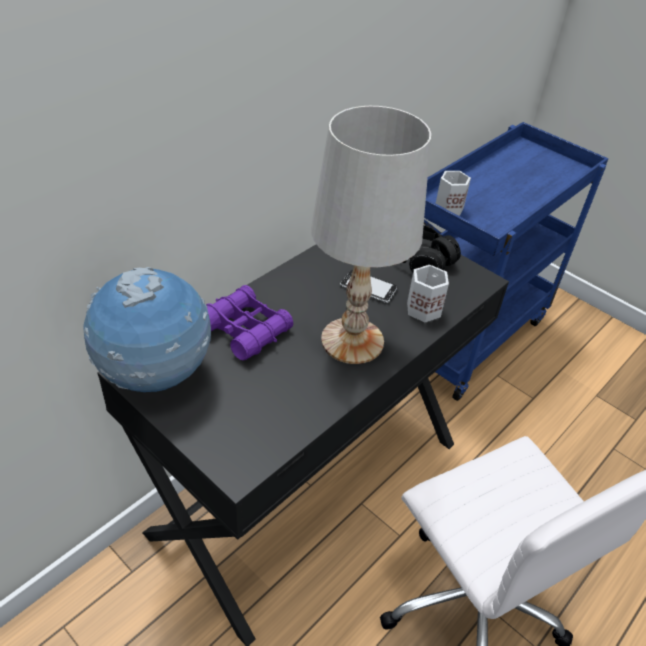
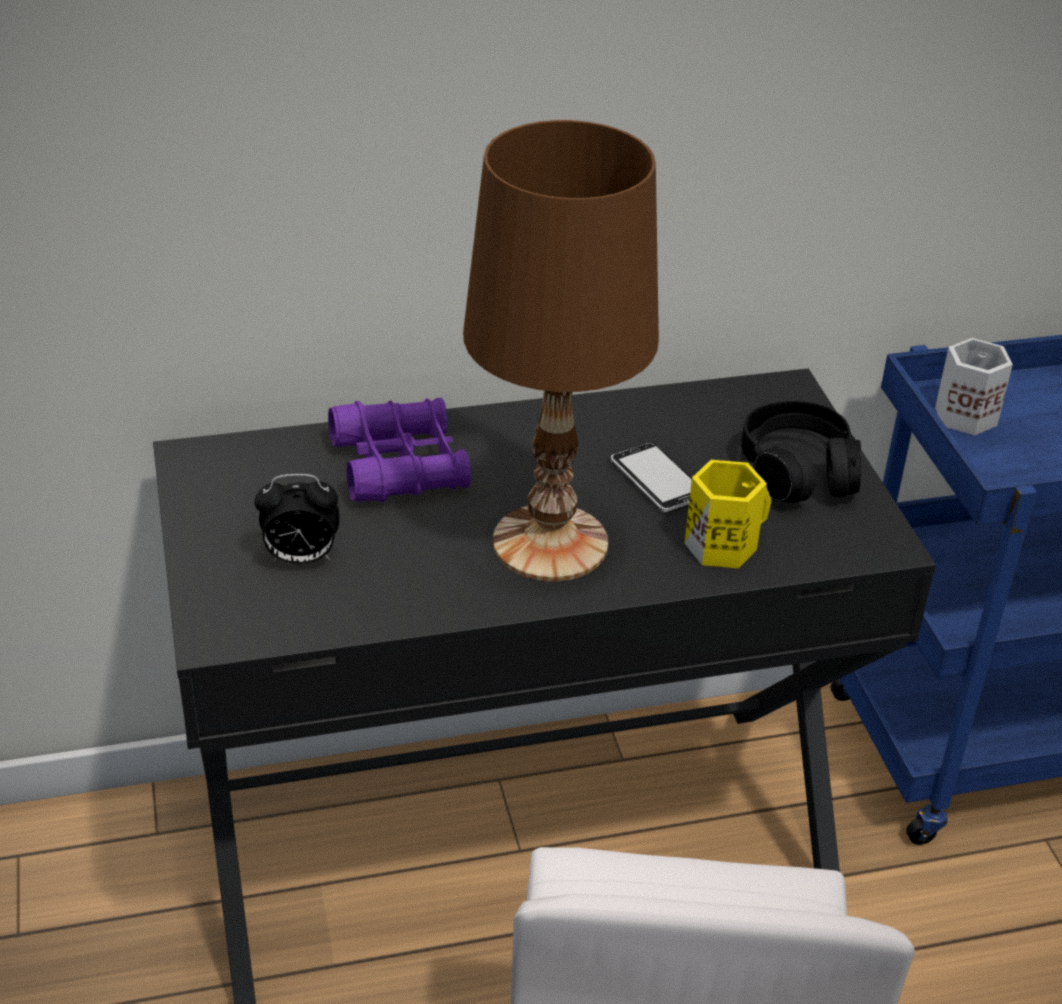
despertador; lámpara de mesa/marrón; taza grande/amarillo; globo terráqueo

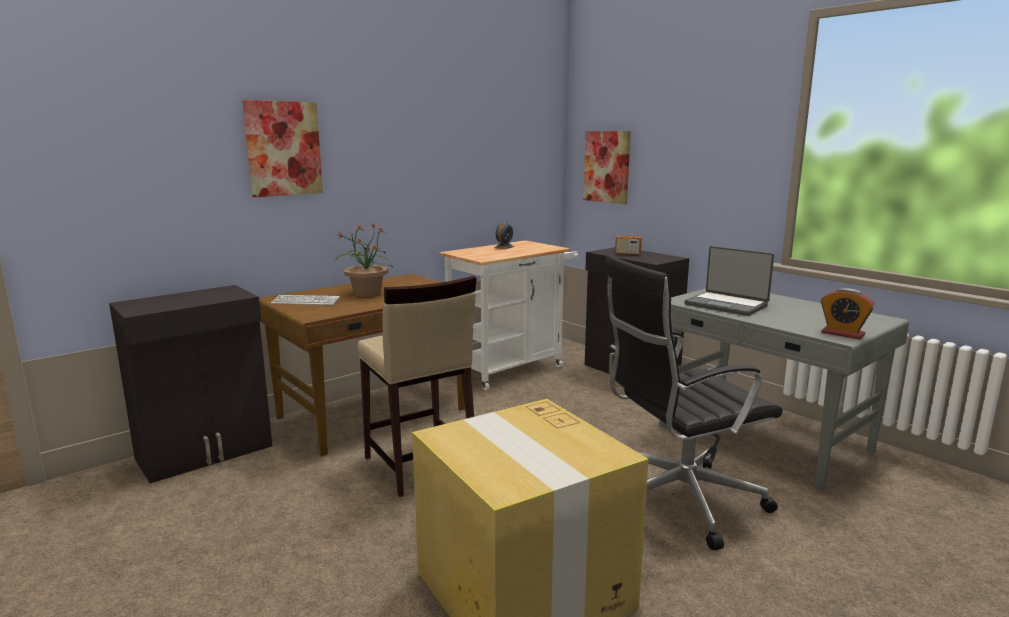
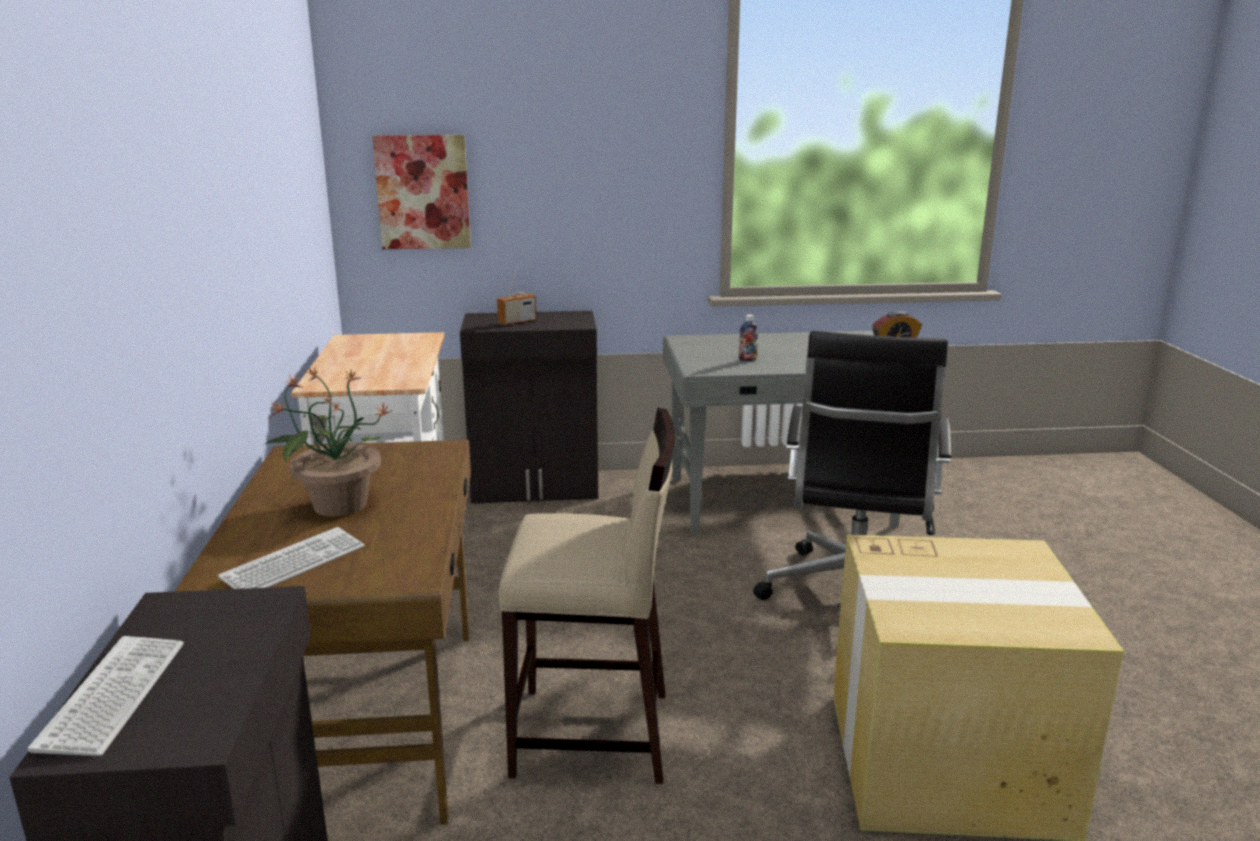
teclado (no. 1 from left); botella; cuadro (no. 1 from left in the first image); despertador (no. 1 from left in the first image)

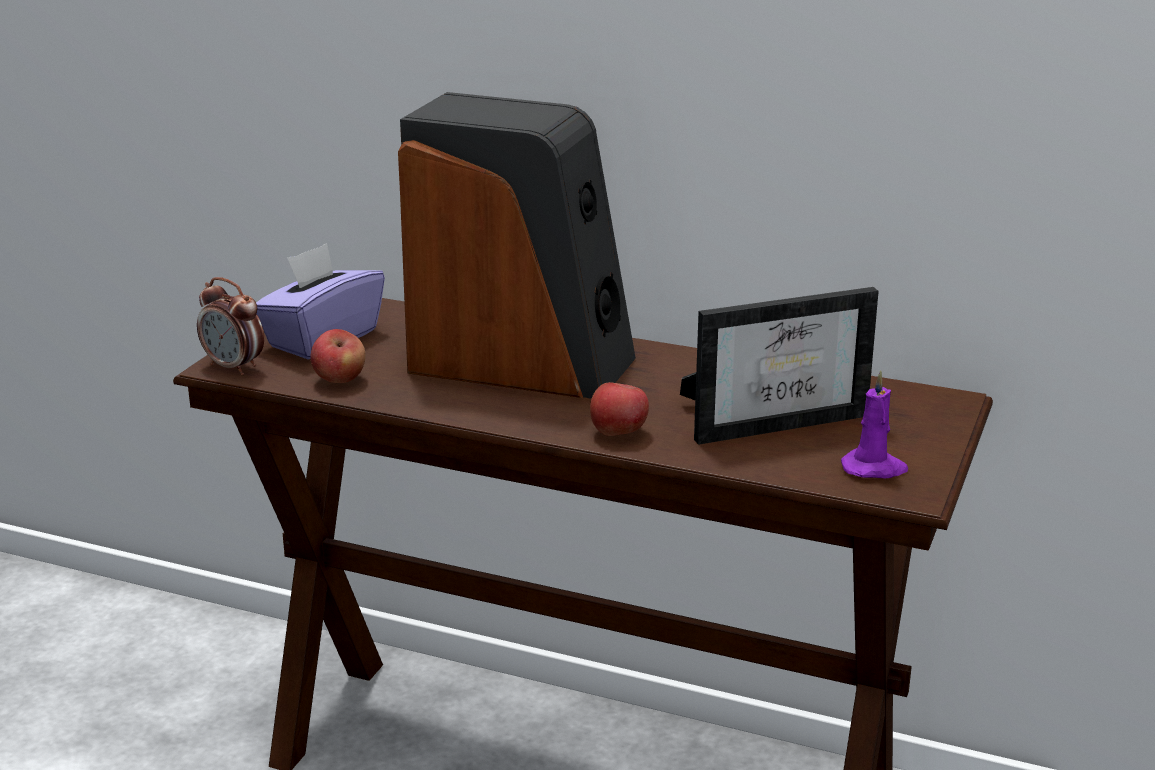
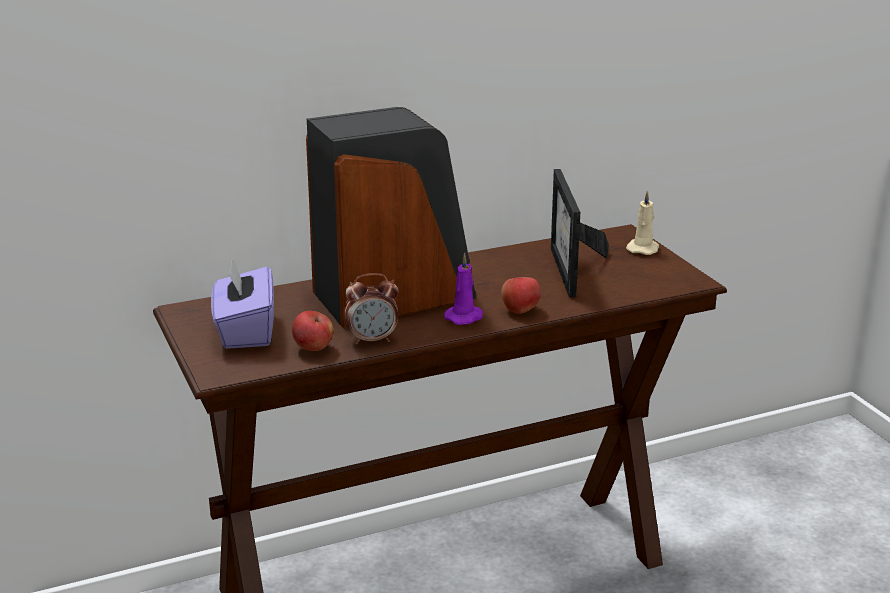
despertador; vela/morado; portarretratos; vela/beis

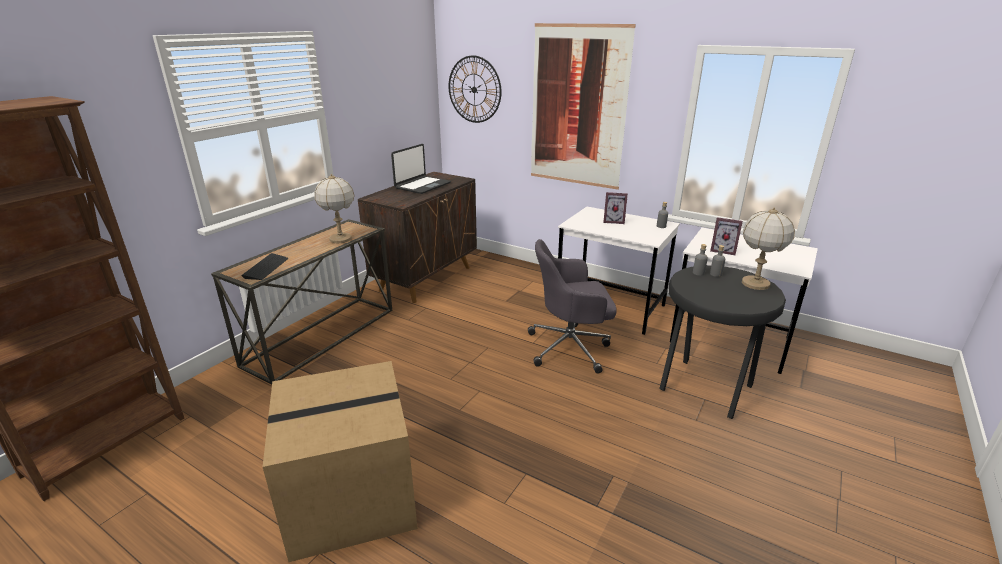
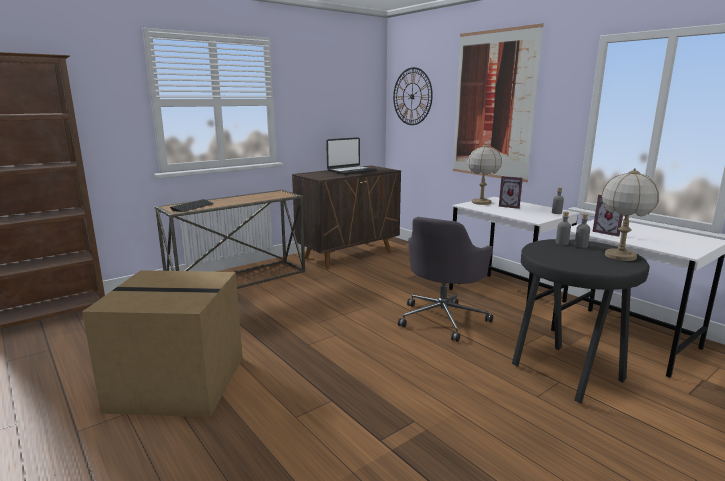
silla de oficina/gris; lámpara de mesa (no. 1 from left)

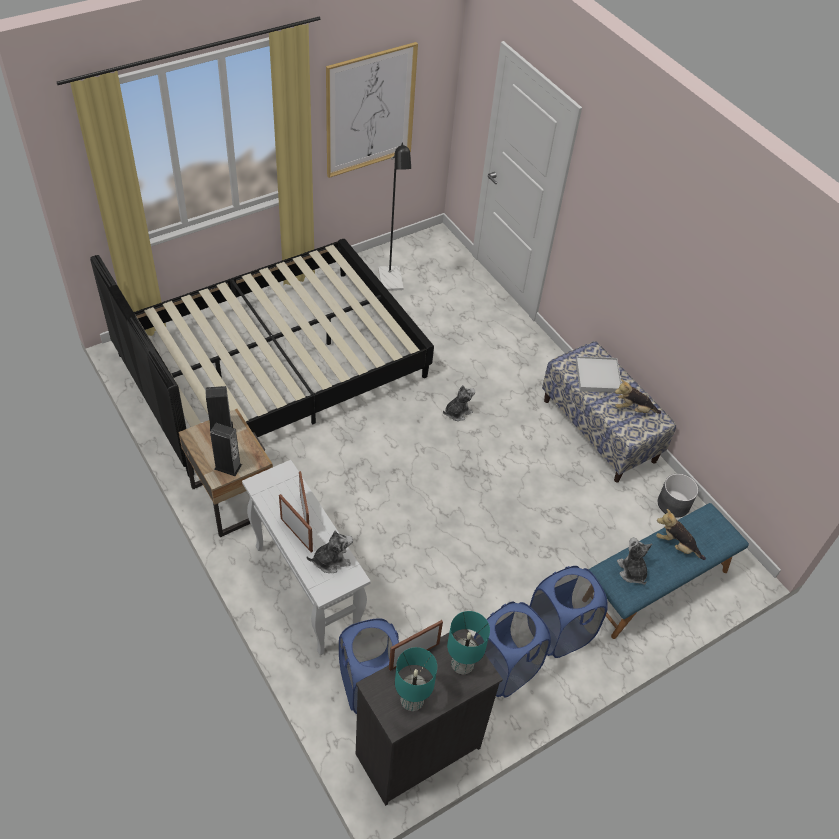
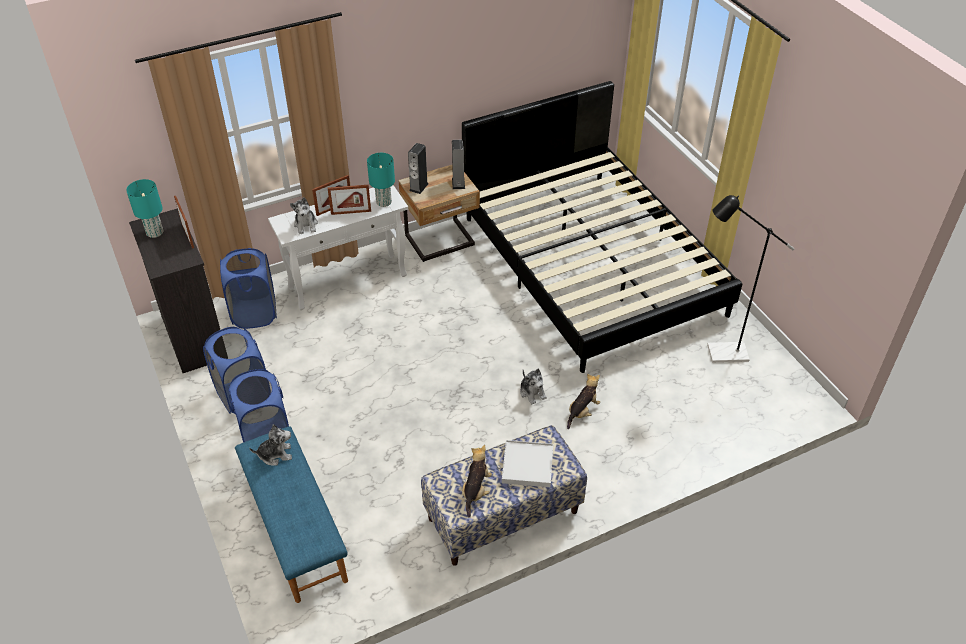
lámpara de mesa/turquesa (no. 2 from left); peluche (no. 5 from left); cuadro; maceta/gris

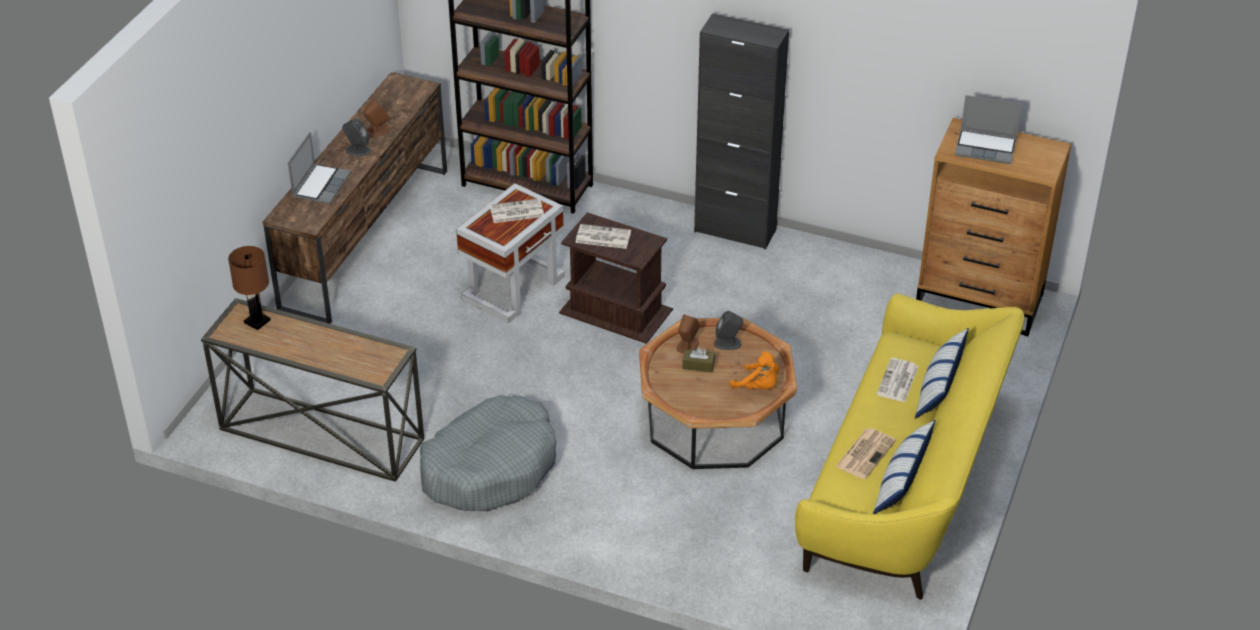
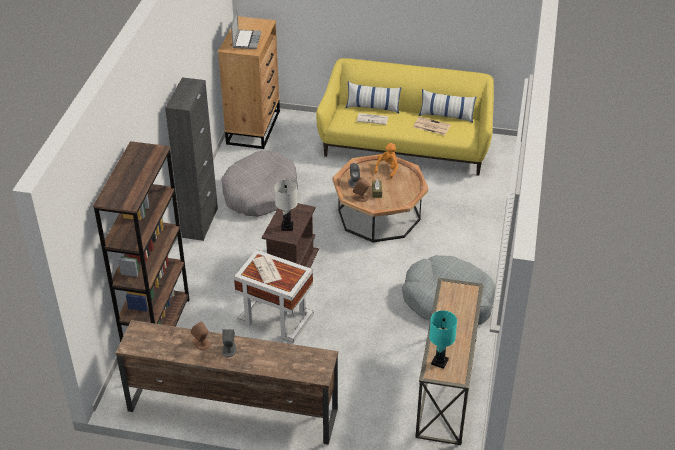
cama para perro/gris (no. 1 from left); lámpara de mesa/blanco; lámpara de mesa/turquesa; portátil (no. 1 from left in the first image)

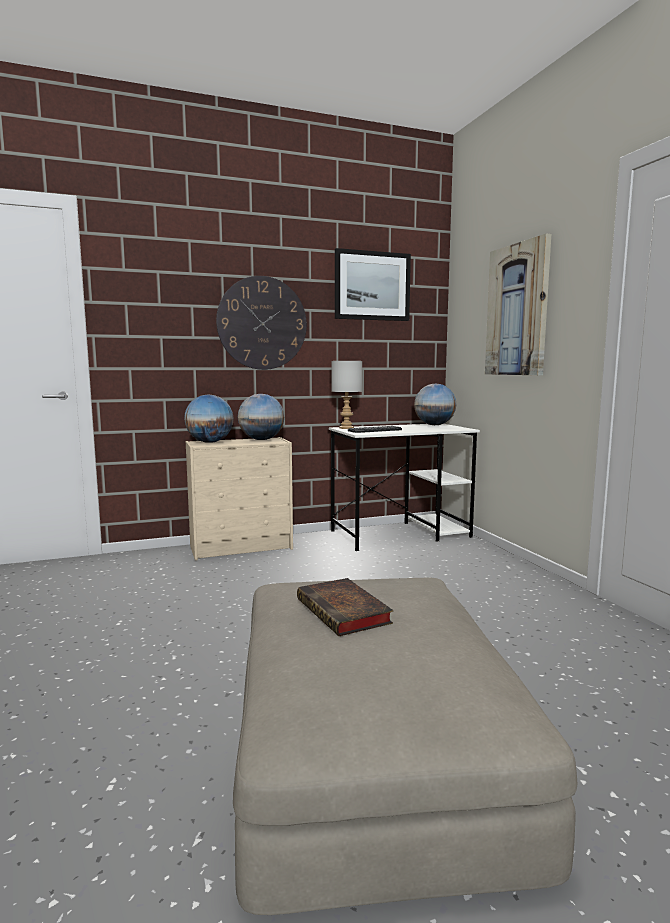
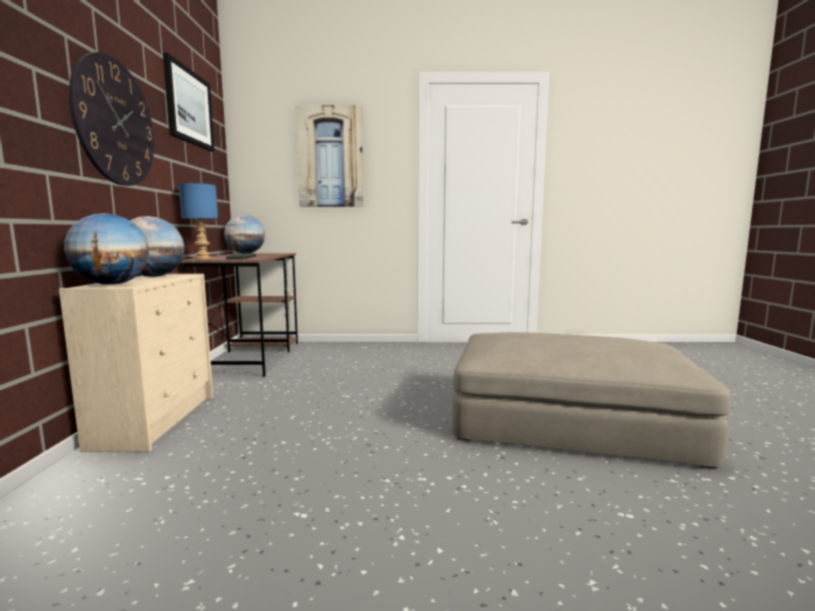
lámpara de mesa/azul; escritorio/marrón; libro

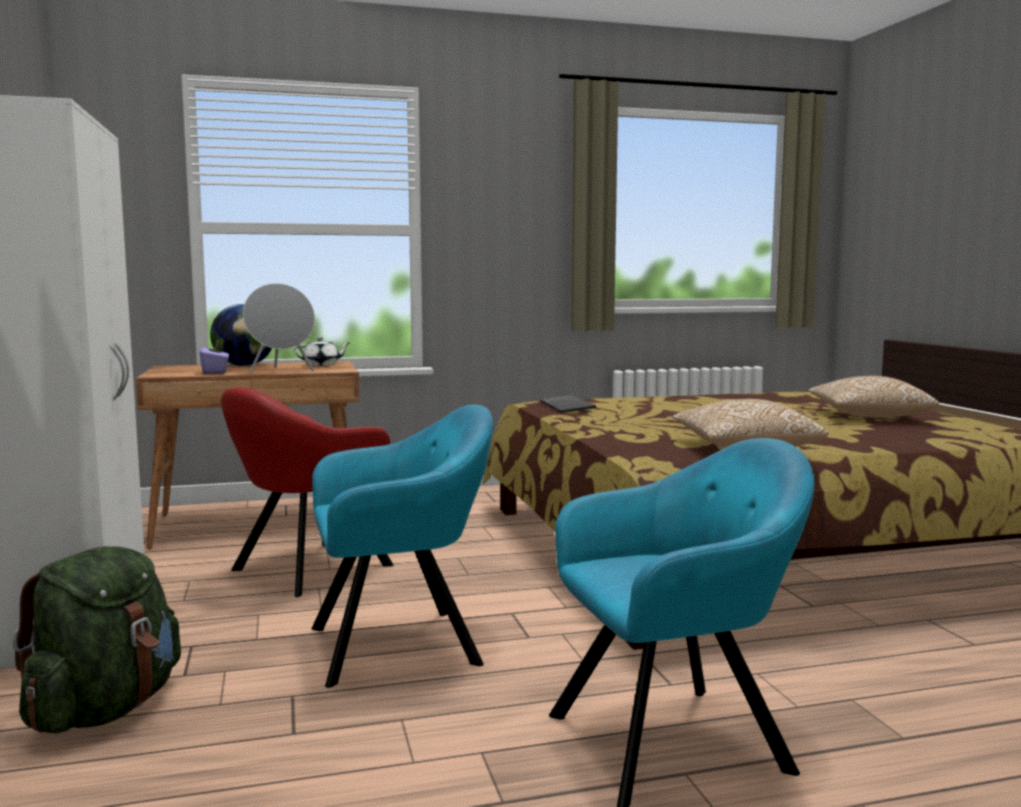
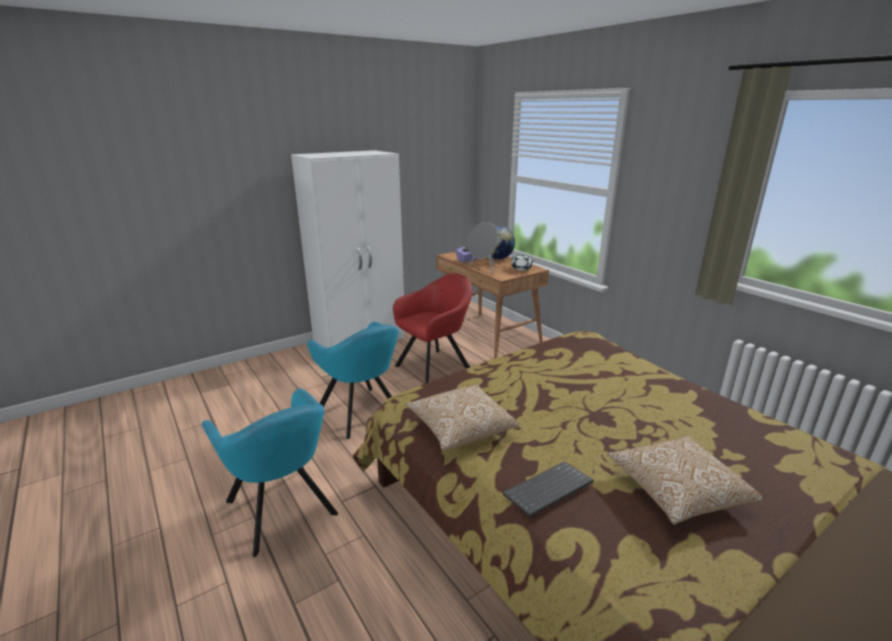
sillón/rojo; teclado; mochila/verde

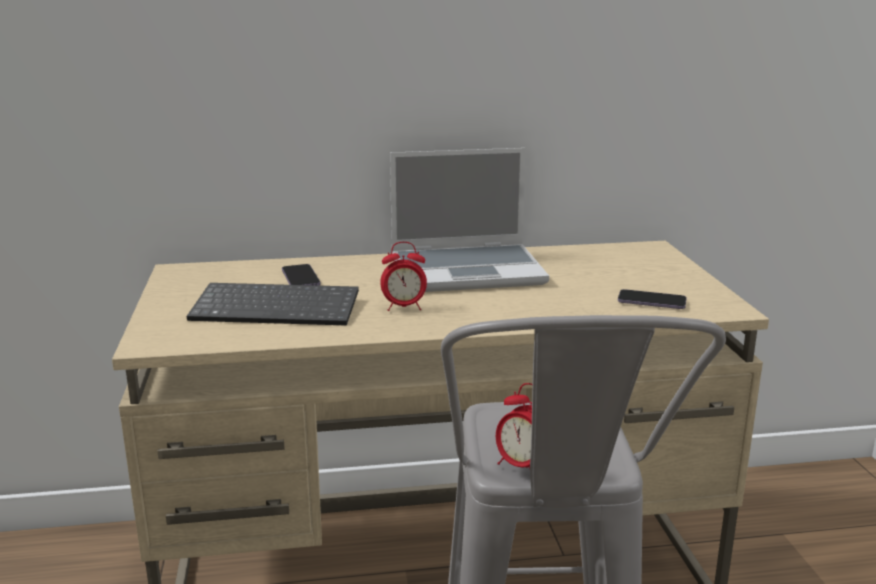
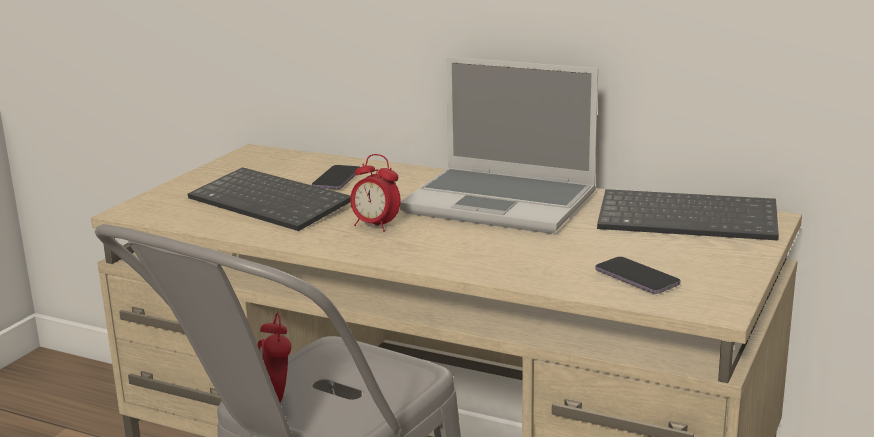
teclado (no. 2 from left)

